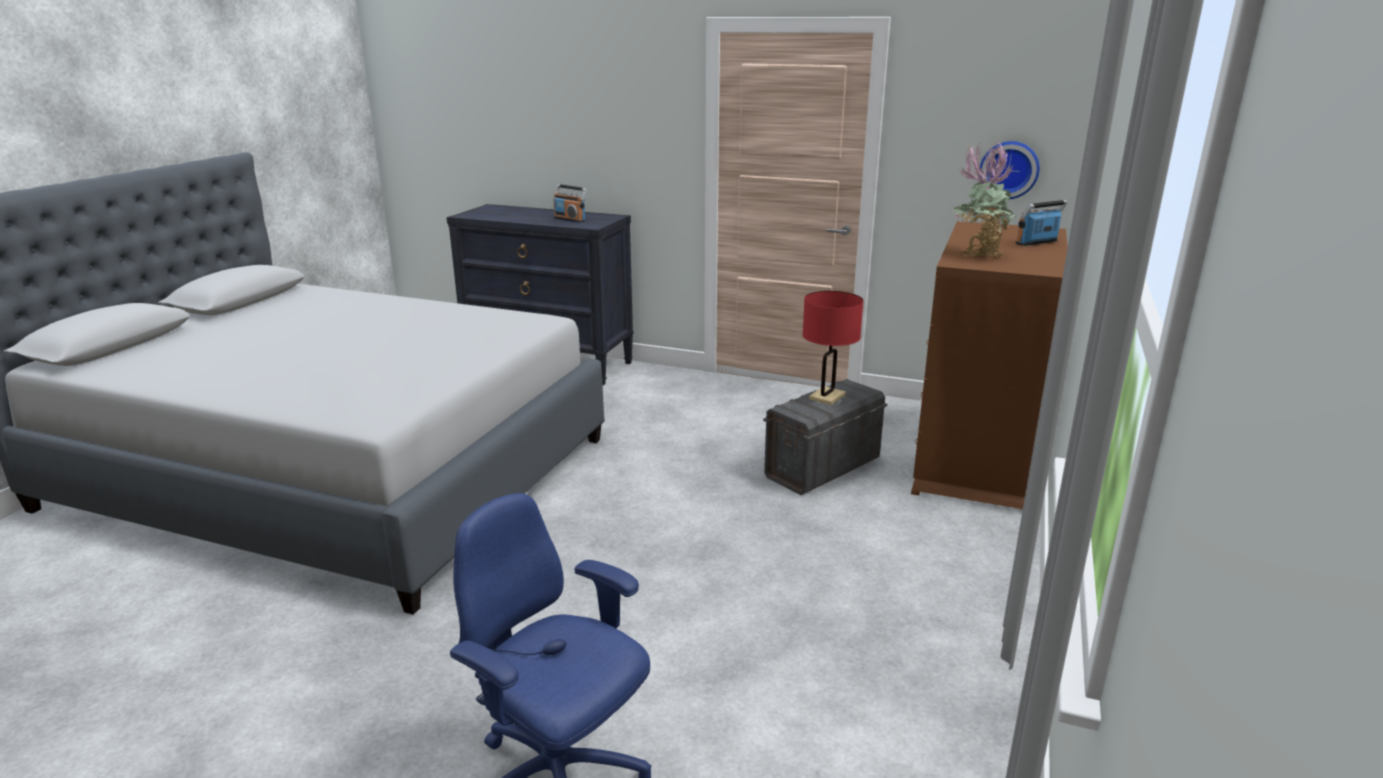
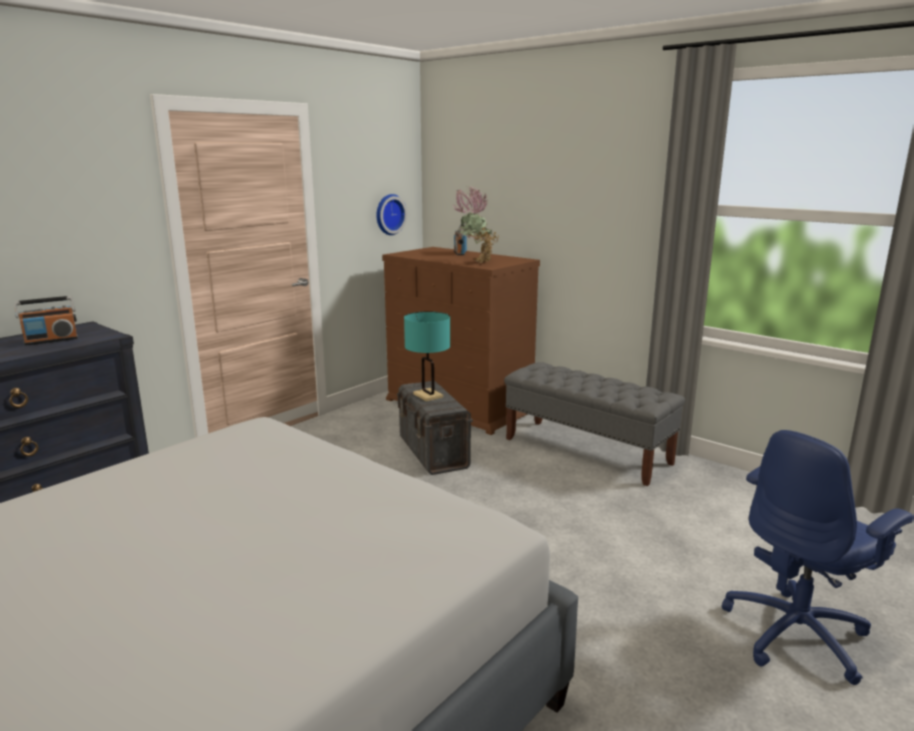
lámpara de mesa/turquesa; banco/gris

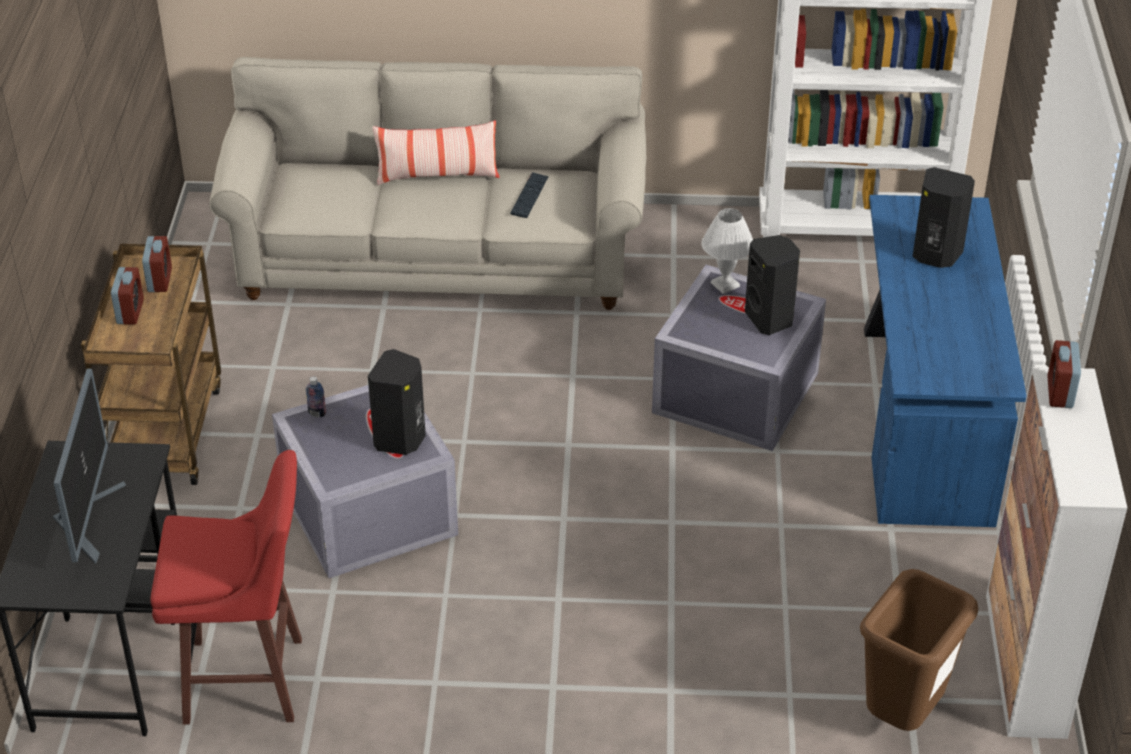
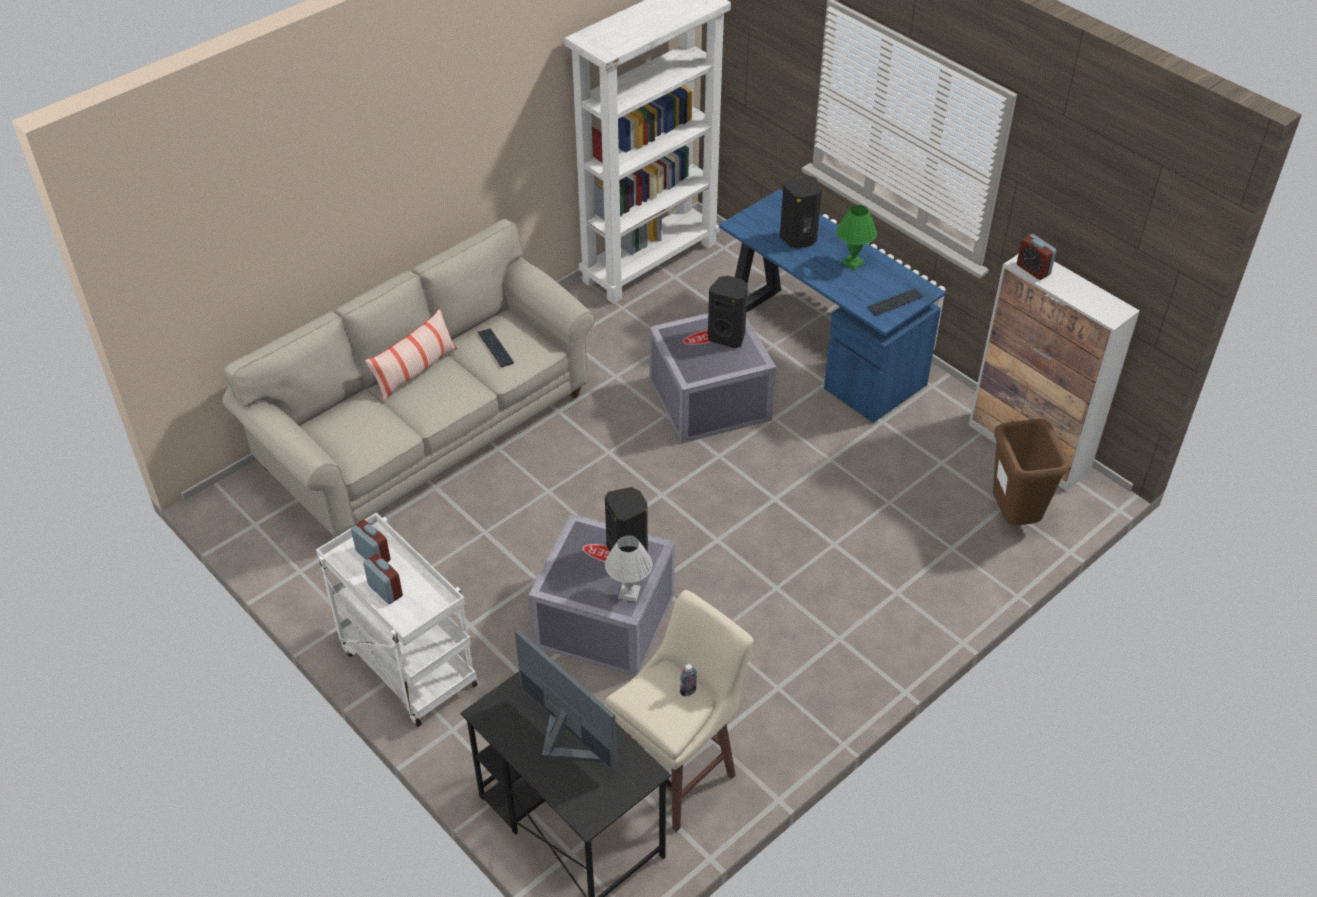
carrito/blanco; lámpara de mesa/blanco; taburete/beis; botella; lámpara de mesa/verde; teclado (no. 2 from left)

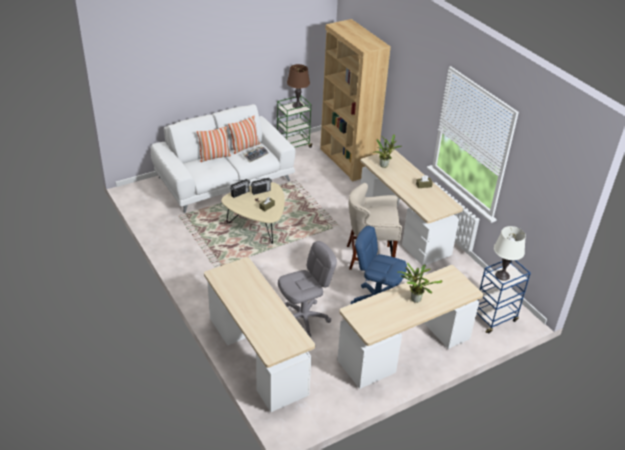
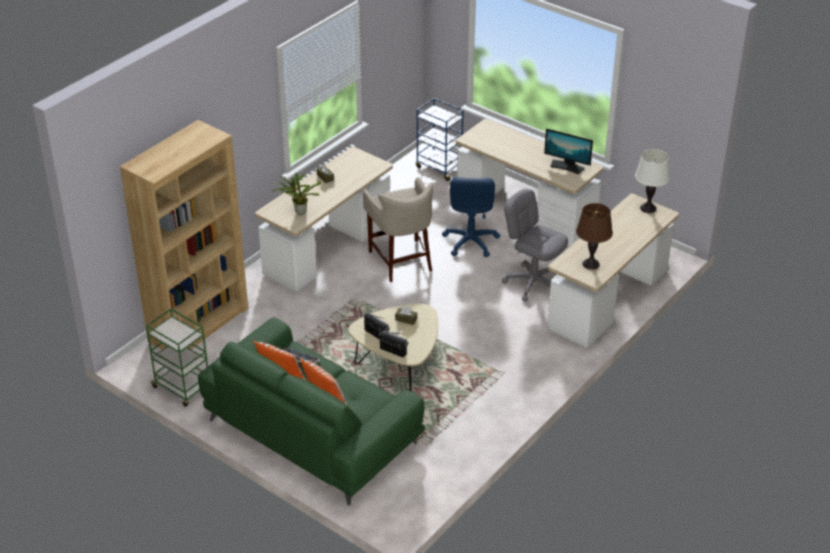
sofá/verde; monitor; lámpara de mesa/marrón; lámpara de mesa/blanco; planta en maceta (no. 2 from left in the first image)

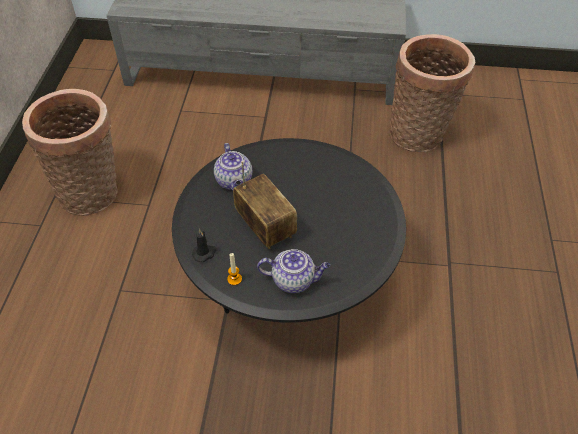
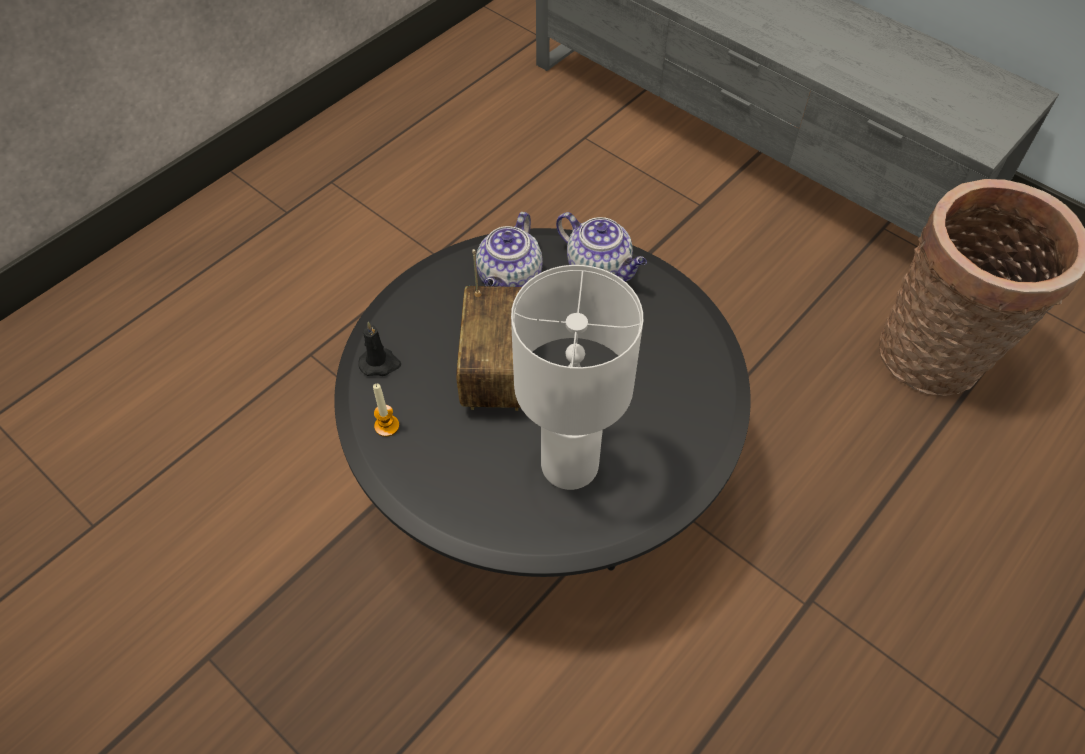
lámpara de mesa/blanco; tetera (no. 2 from left); cesta (no. 1 from left in the first image)

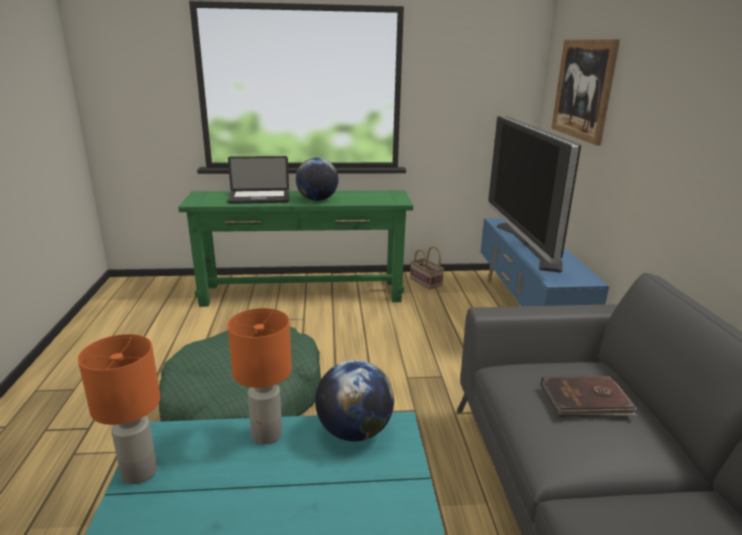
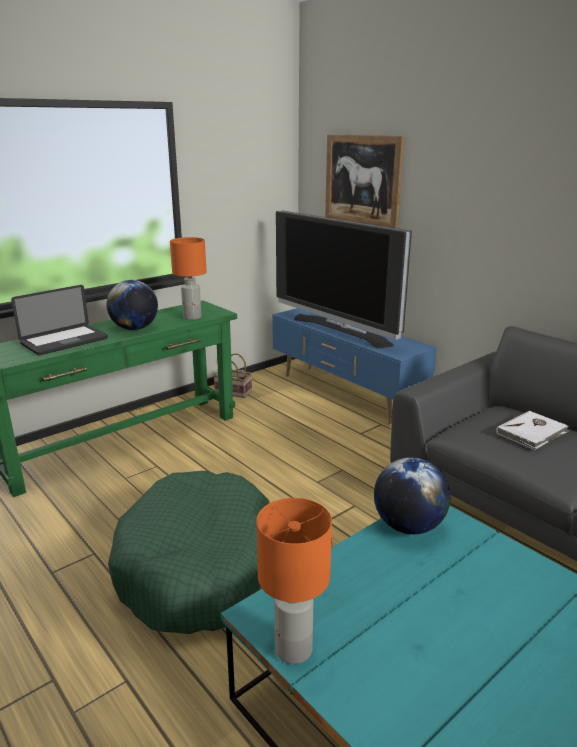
lámpara de mesa/naranja (no. 1 from left); libro/blanco

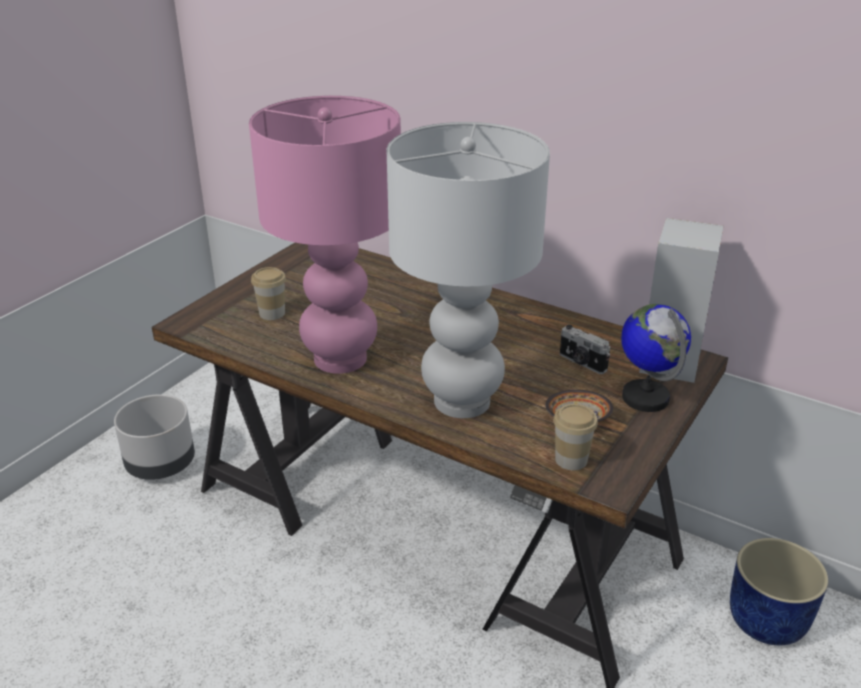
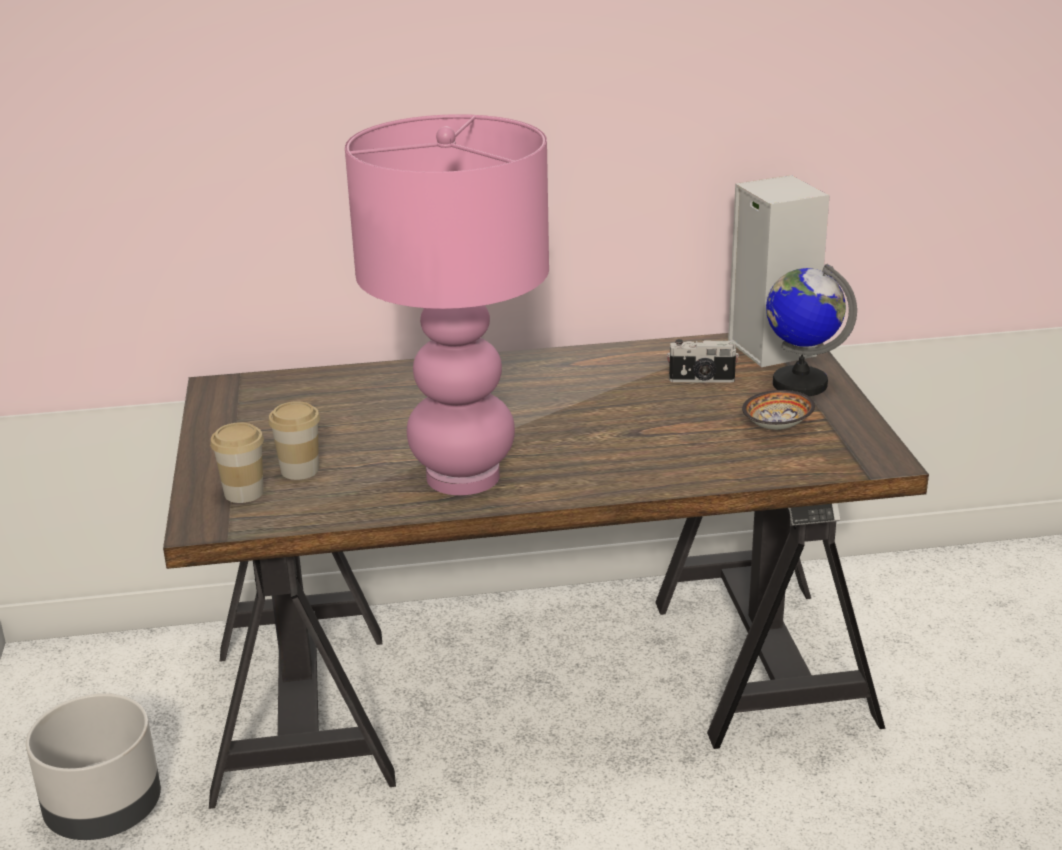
taza (no. 1 from left); lámpara de mesa/blanco; maceta/azul

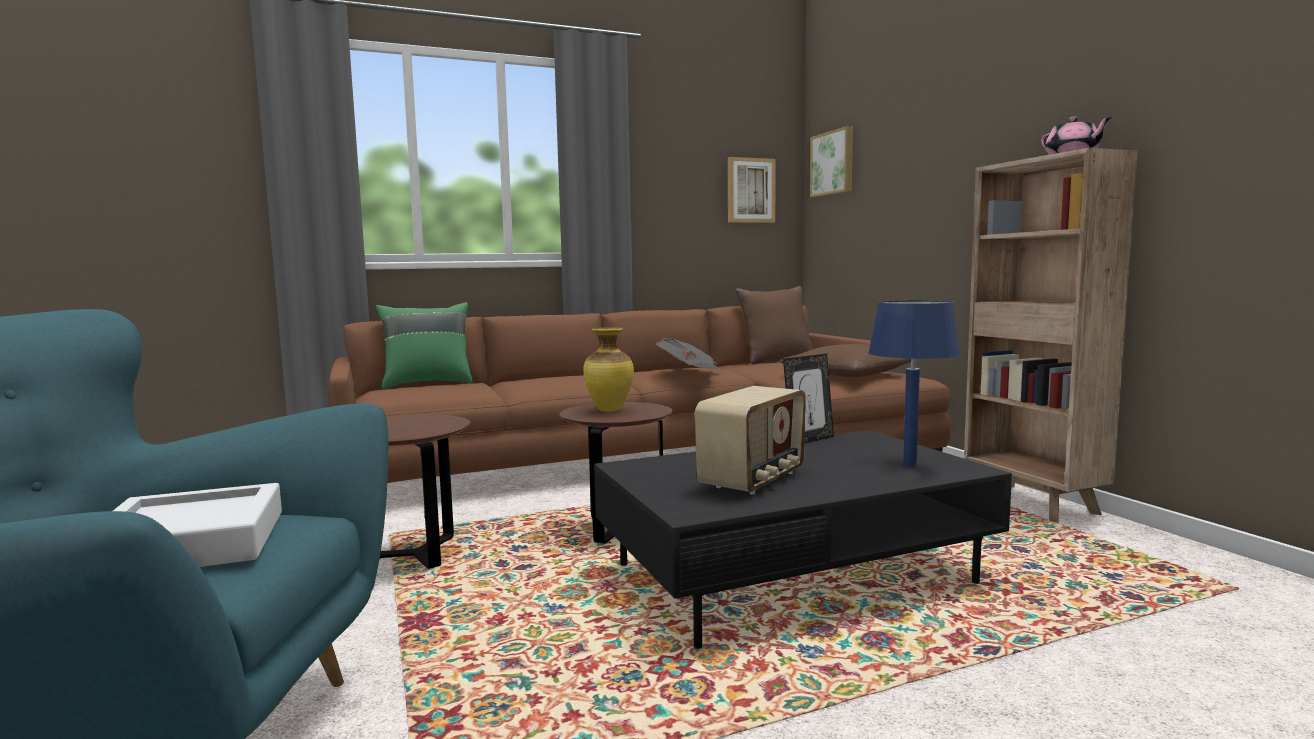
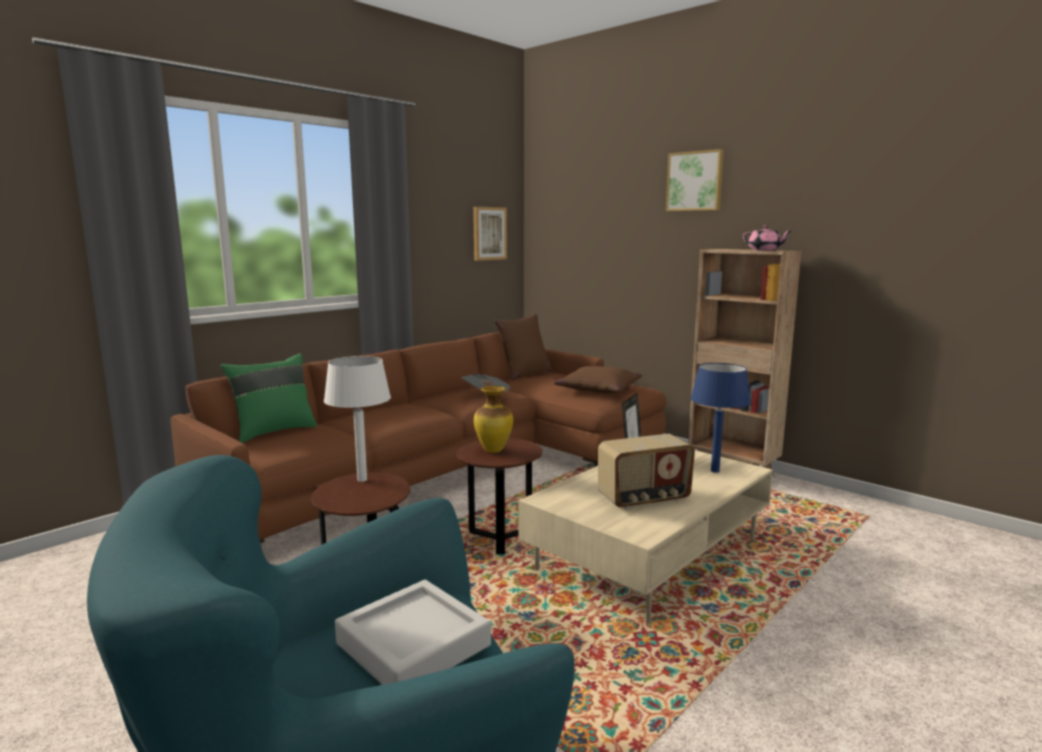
lámpara de mesa/blanco; mesa de centro/beis; radio; cuadro (no. 2 from left)

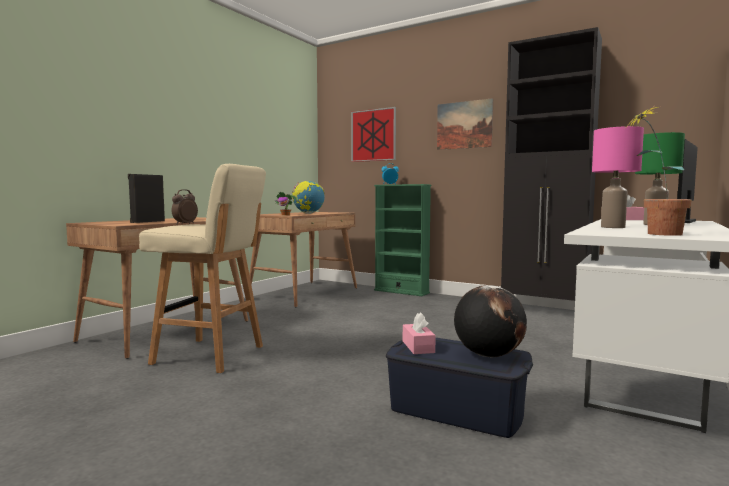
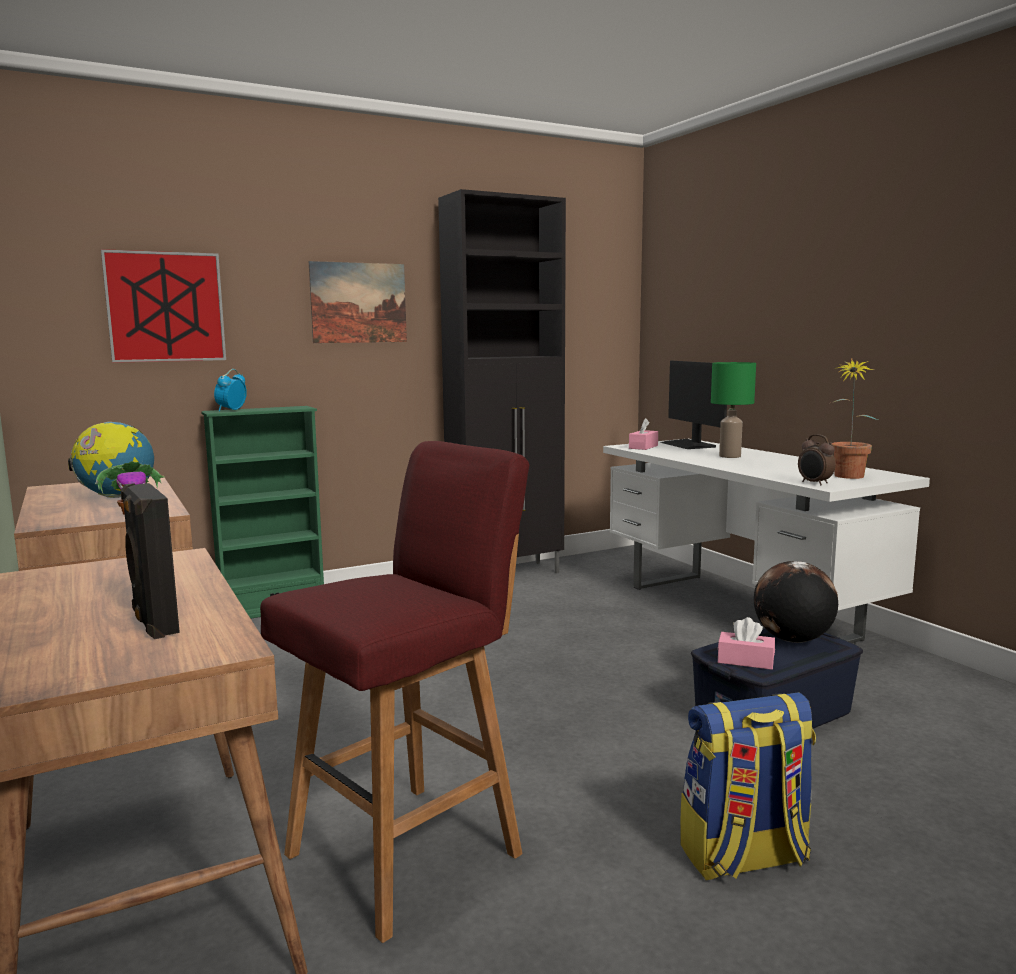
taburete/rojo; mochila; despertador (no. 2 from left); lámpara de mesa/rosa

